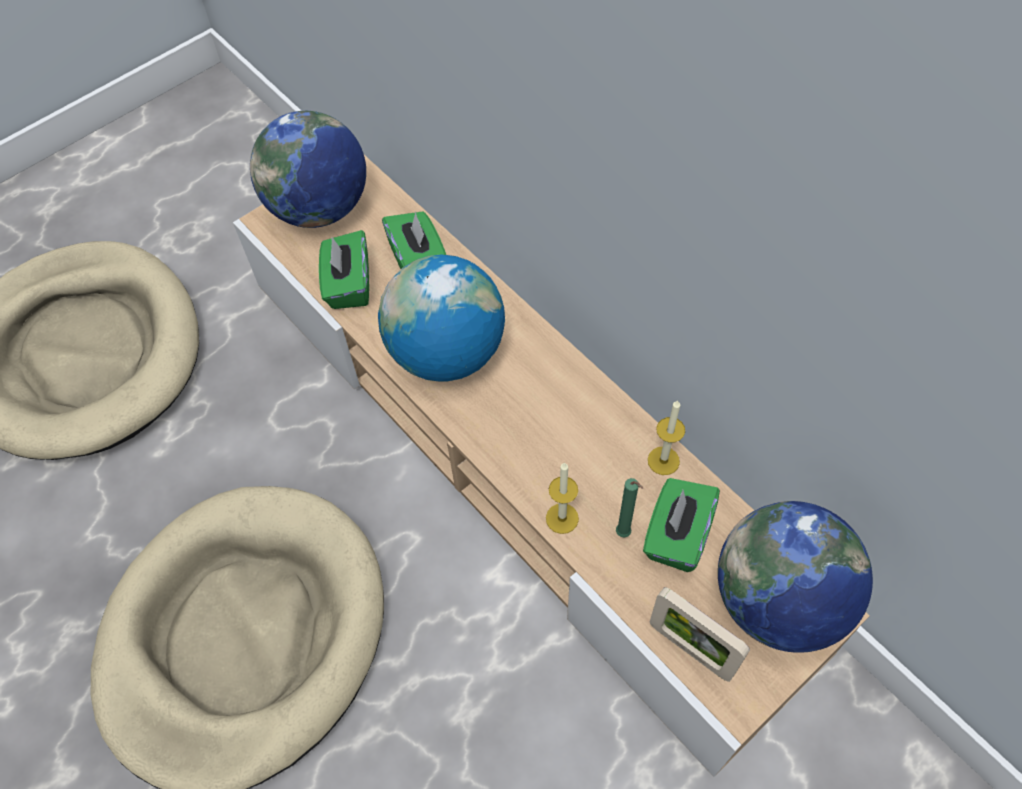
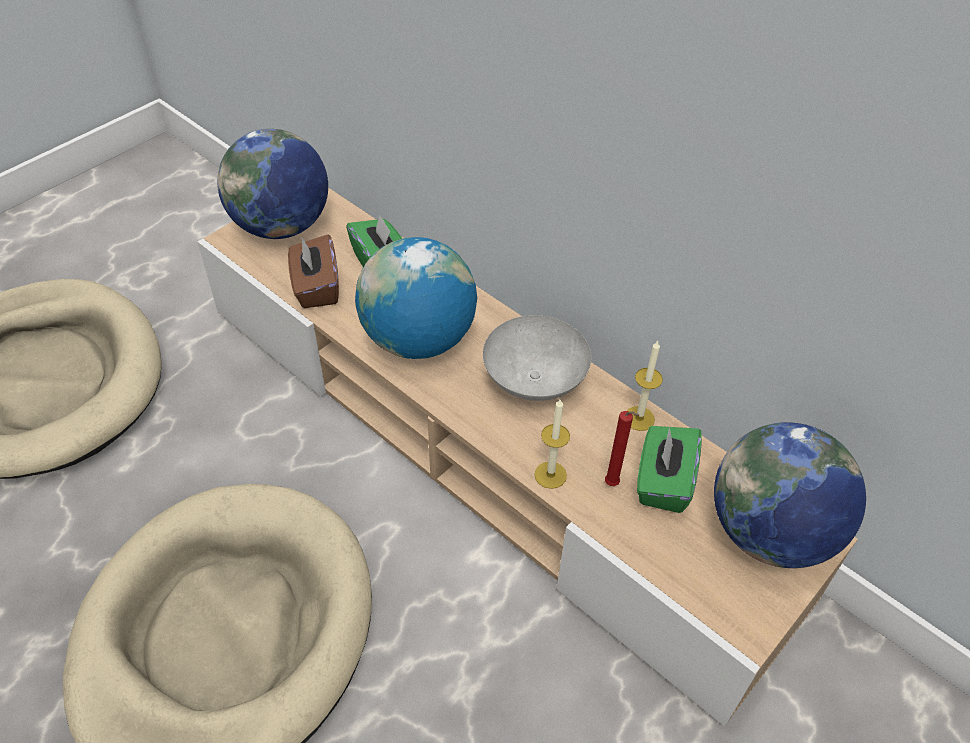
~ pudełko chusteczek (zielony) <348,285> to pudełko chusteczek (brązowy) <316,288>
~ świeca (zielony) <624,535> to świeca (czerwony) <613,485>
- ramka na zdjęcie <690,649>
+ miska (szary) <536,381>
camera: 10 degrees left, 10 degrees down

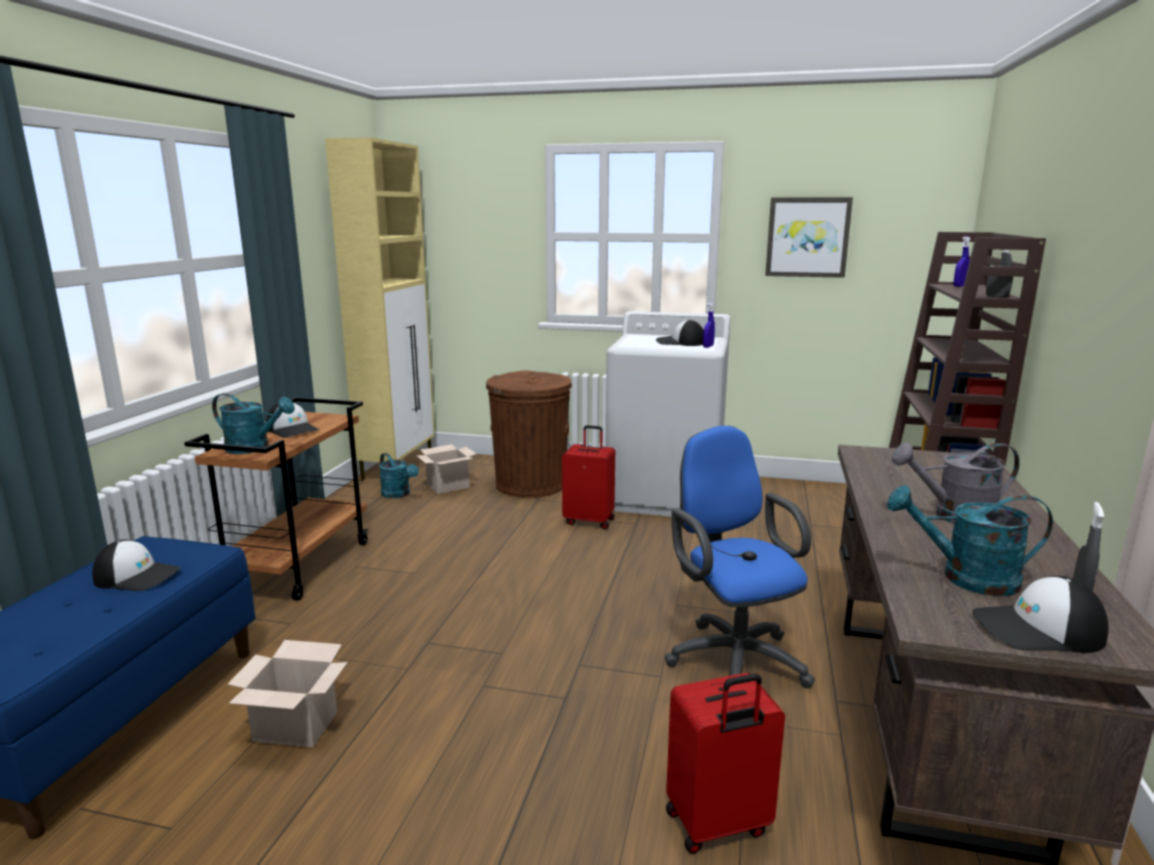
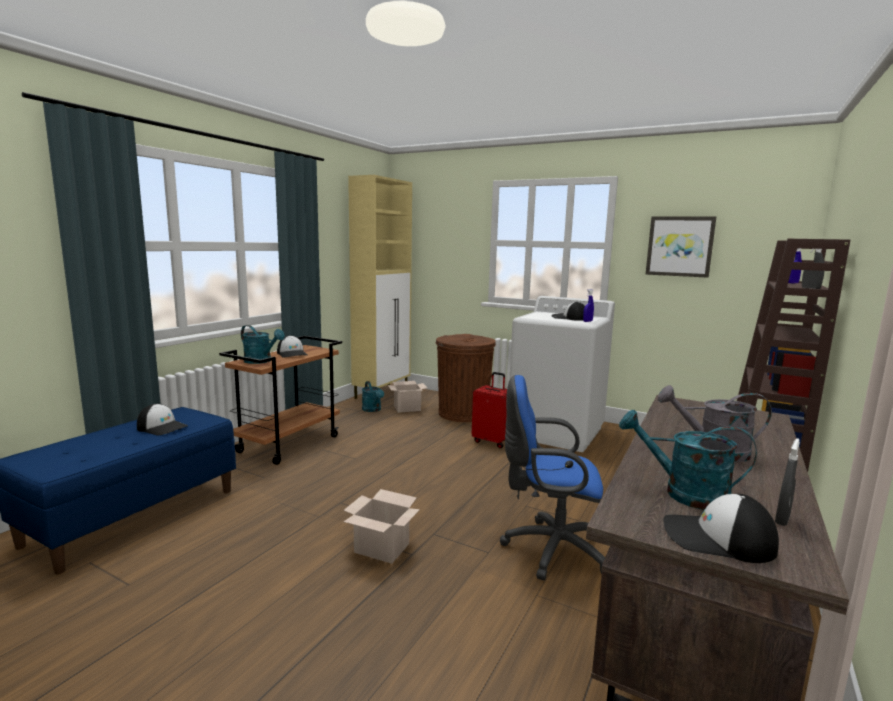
~ krzesło biurowe (niebieski) <732,658> = <549,549> 75 degrees counterclockwise
~ karton <293,727> to <380,548>
- walizka (czerwony) <718,825>
camera: 15 degrees right, 5 degrees down

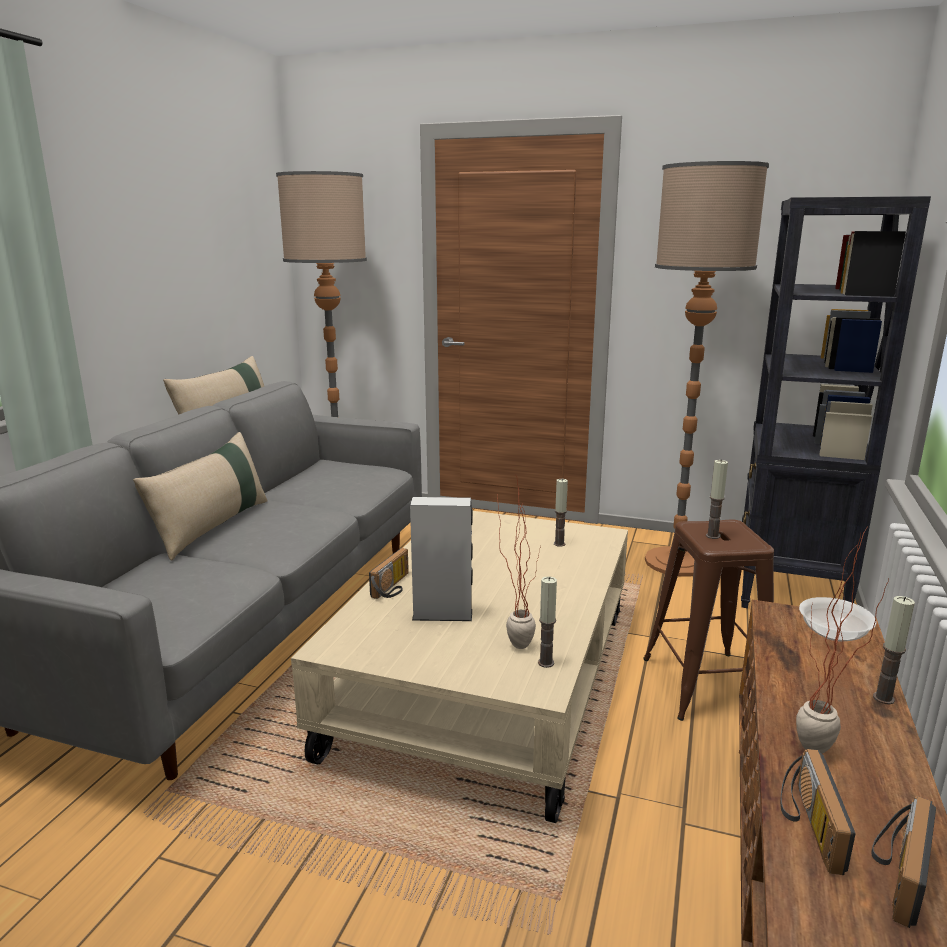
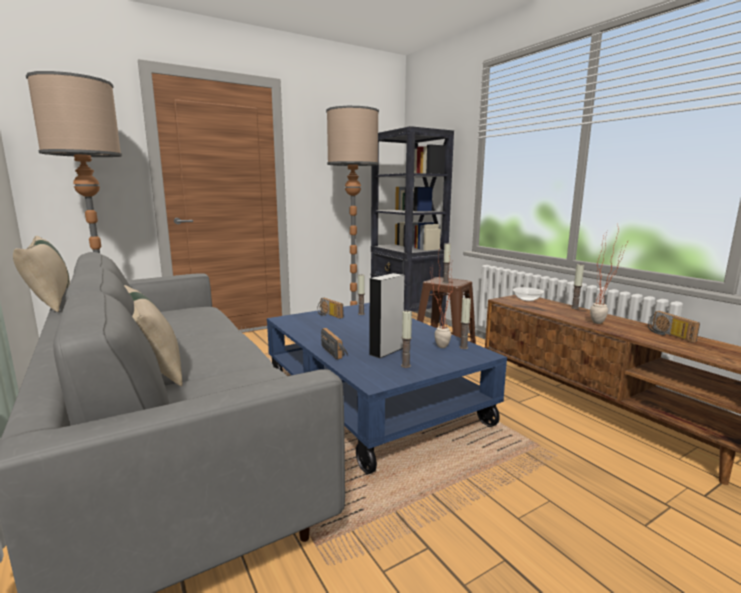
~ ława (beżowy) <486,680> to ława (niebieski) <370,399>
~ radio <806,824> to <328,315>
+ świeca <405,366>
camera: 50 degrees left, 5 degrees down

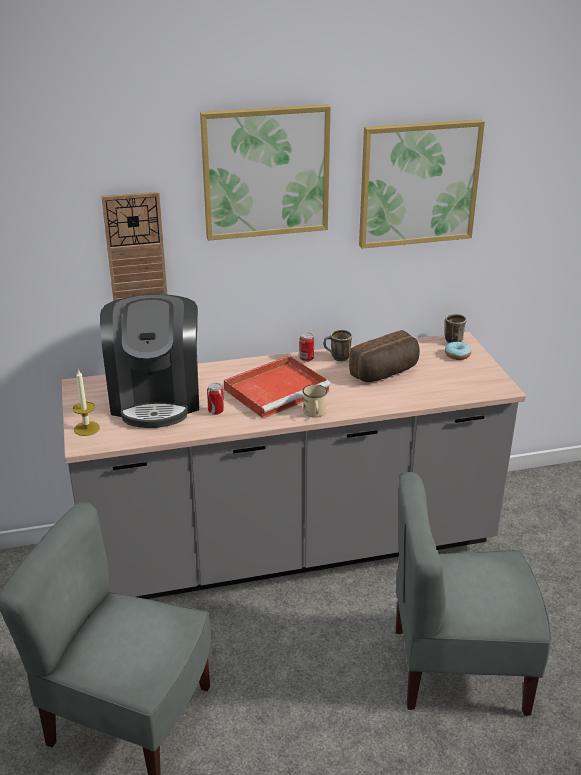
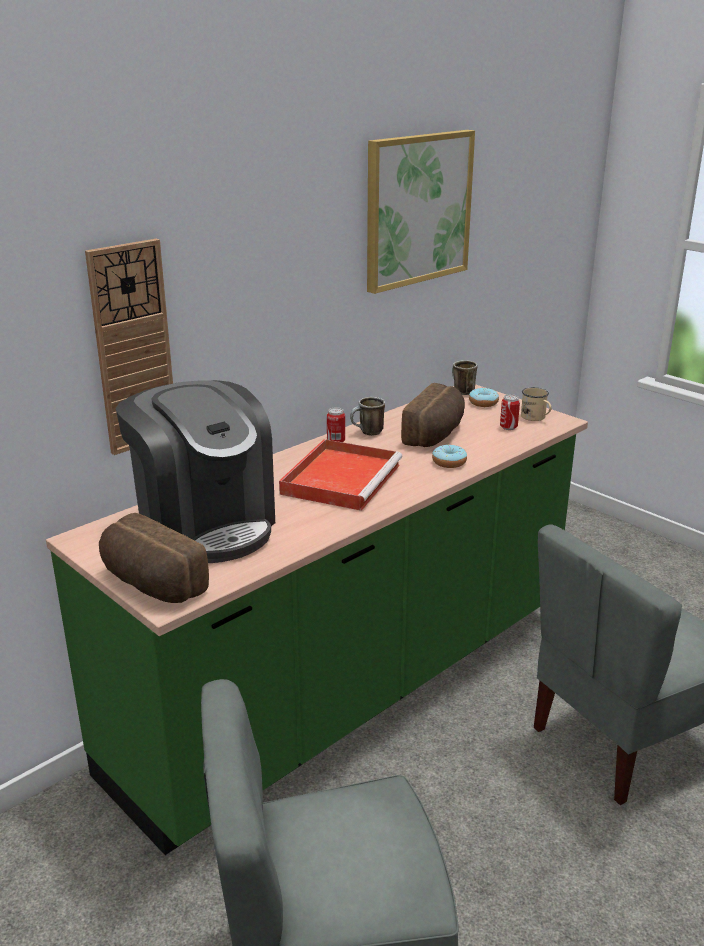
- obraz <265,172>
~ zabudowa kuchenna (szary) <290,550> to zabudowa kuchenna (zielony) <352,689>
~ świeca <86,428> to chleb <150,584>
~ puszka <216,411> to <508,427>
~ kubek (beżowy) <315,413> to <536,418>
+ donut <449,462>
camera: 30 degrees left, 5 degrees down

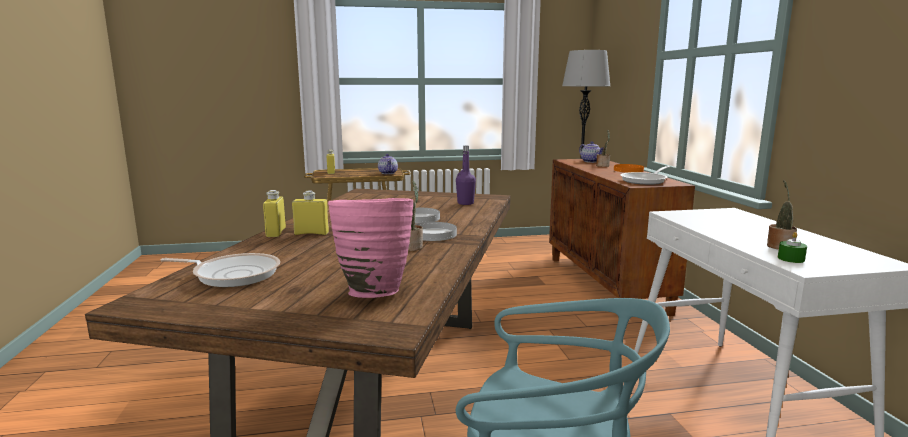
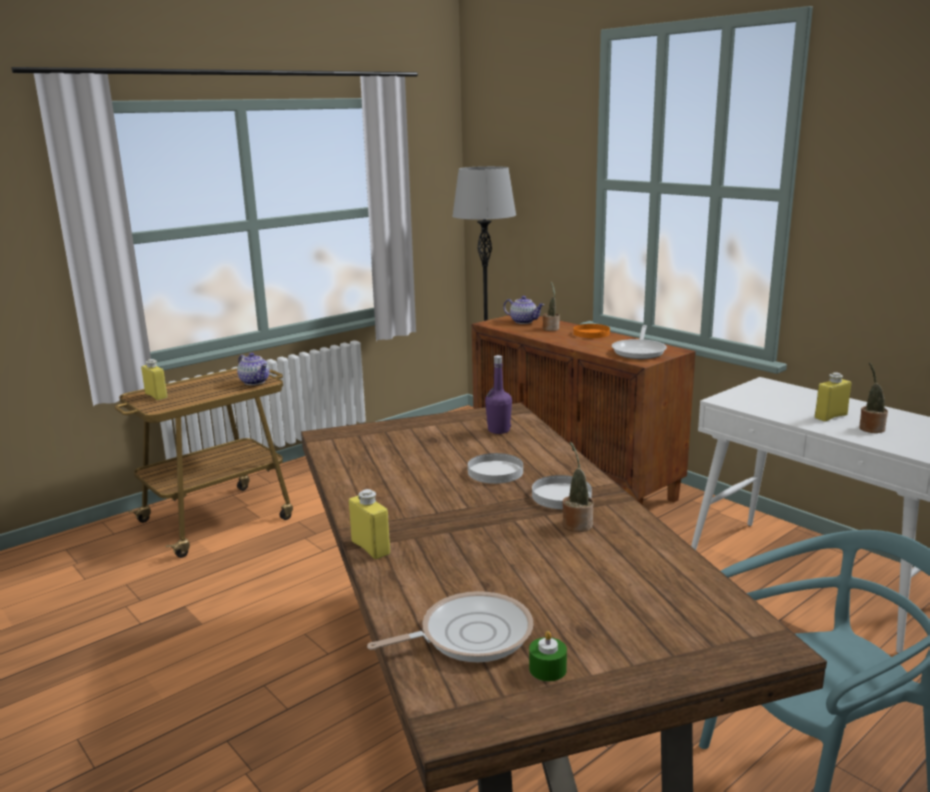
~ butelka (żółty) <311,233> to <830,416>
- wazon (różowy) <373,291>
~ świeca (zielony) <791,259> to <547,669>
camera: 30 degrees left, 5 degrees up

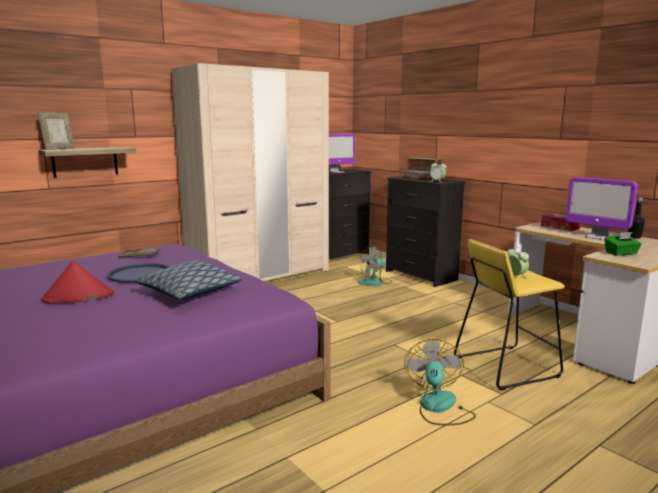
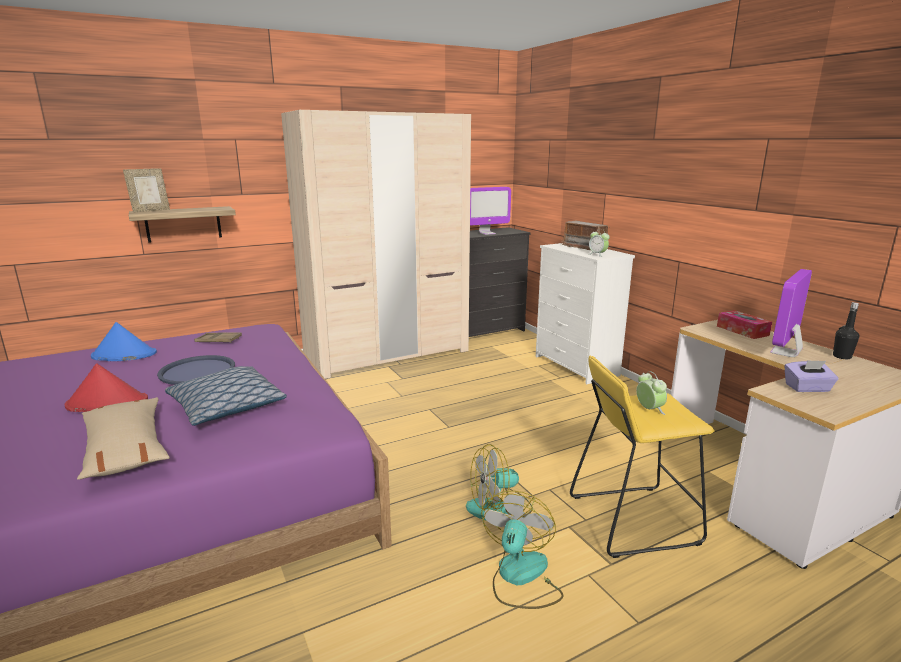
~ komoda (czarny) <421,276> to komoda (biały) <576,366>
~ monitor <596,237> = <785,352> 75 degrees clockwise
~ pudełko chusteczek (zielony) <621,253> to pudełko chusteczek (fioletowy) <807,388>
~ wentylator <375,282> to <499,509>
+ kapelusz (niebieski) <123,355>
+ poduszka (beżowy) <125,449>
camera: 10 degrees right, 5 degrees up

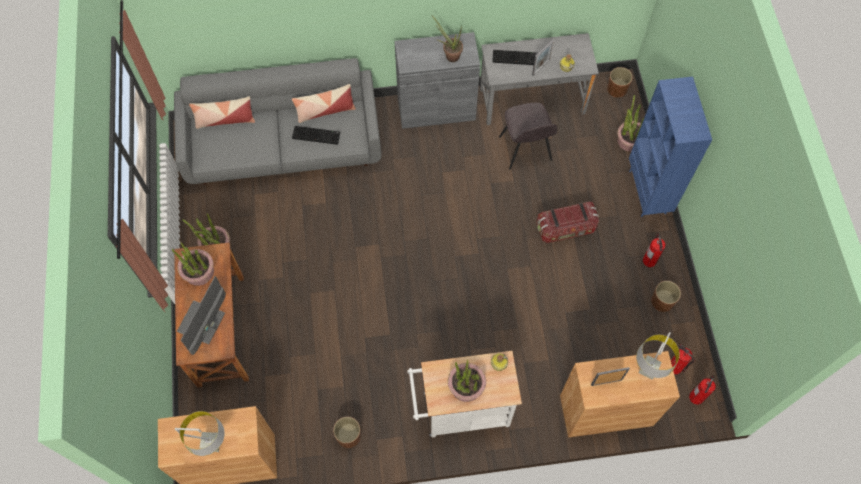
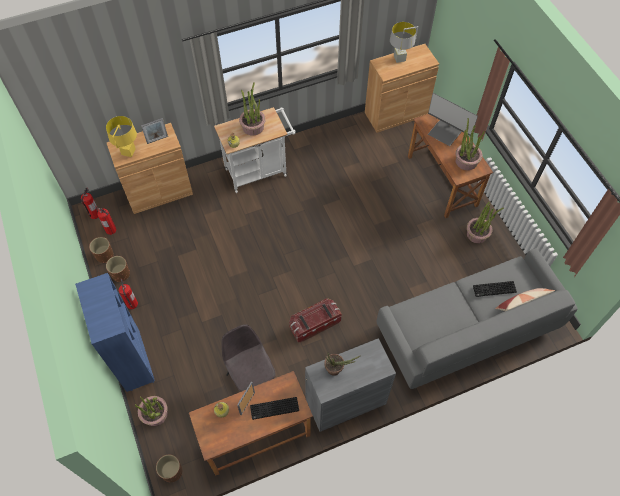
~ biurko (szary) <532,100> to biurko (brązowy) <256,435>
- poduszka <325,110>
~ klawiatura <317,135> to <494,290>
~ pojemnik do przechowywania <566,228> to <314,324>
~ monitor <202,323> = <445,132> 120 degrees clockwise
~ lampa stołowa (szary) <648,370> to lampa stołowa (żółty) <128,152>
~ donica (brązowy) <348,436> to <104,255>
camera: 165 degrees right, 5 degrees down

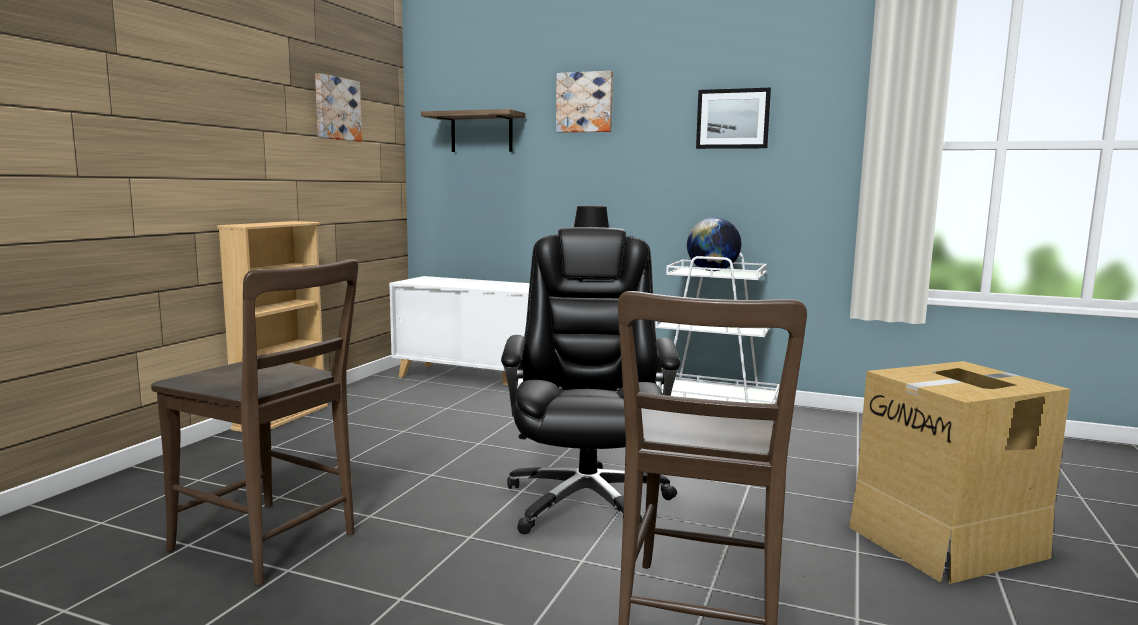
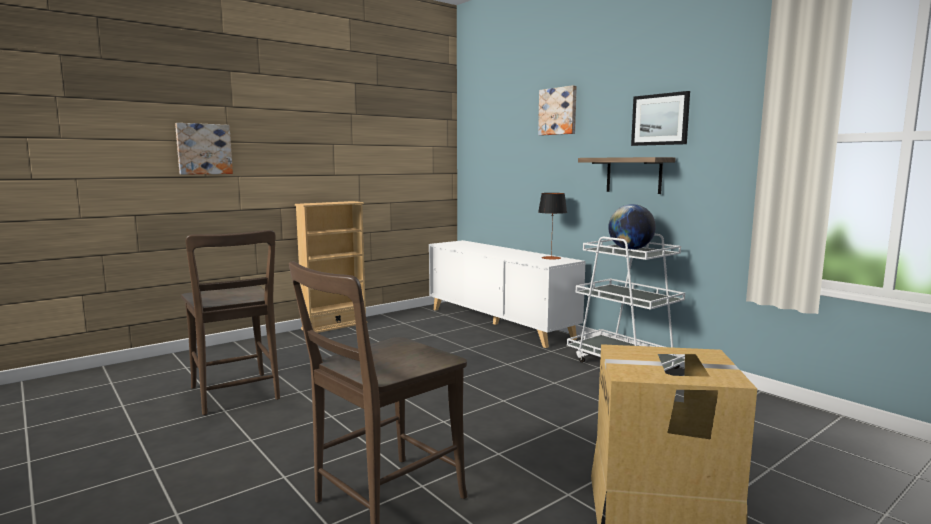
~ obraz <336,109> to <204,149>
~ półka <481,132> to <633,175>
- krzesło biurowe (czarny) <587,501>
camera: 30 degrees right, 0 degrees up

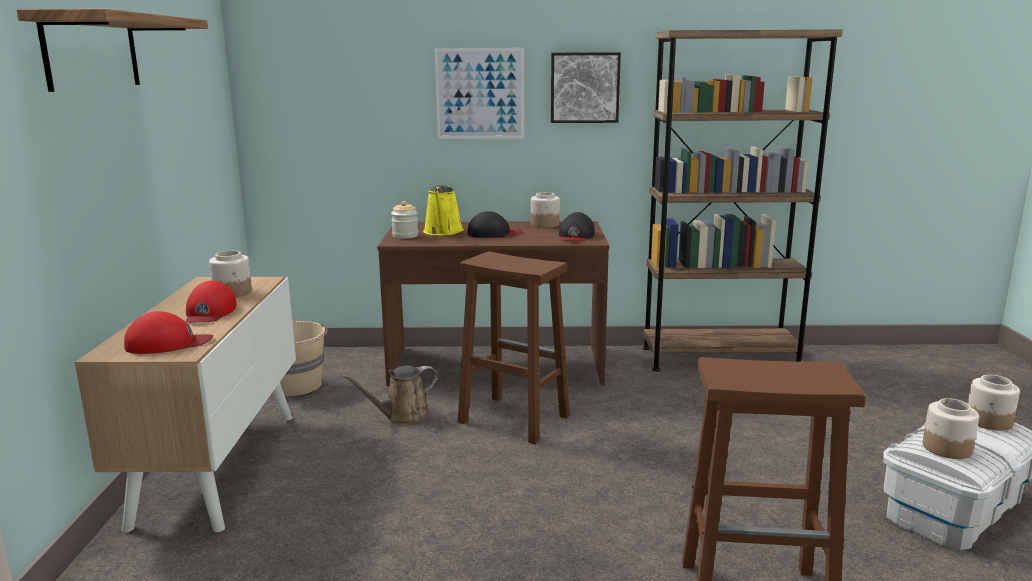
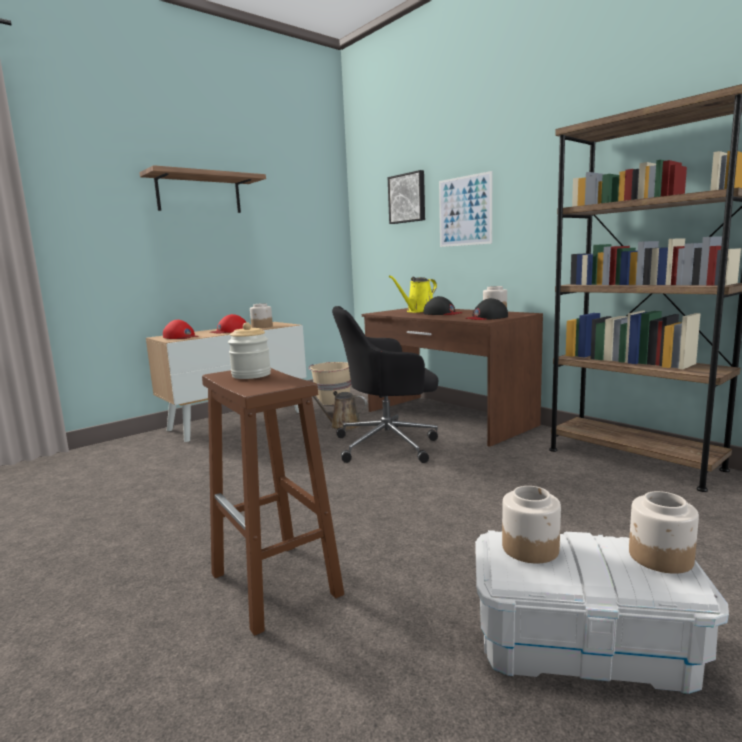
~ obraz <584,87> to <407,198>
~ słoik <405,236> to <251,375>
~ stołek (brązowy) <512,419> to krzesło biurowe (czarny) <389,444>
camera: 50 degrees right, 5 degrees down

